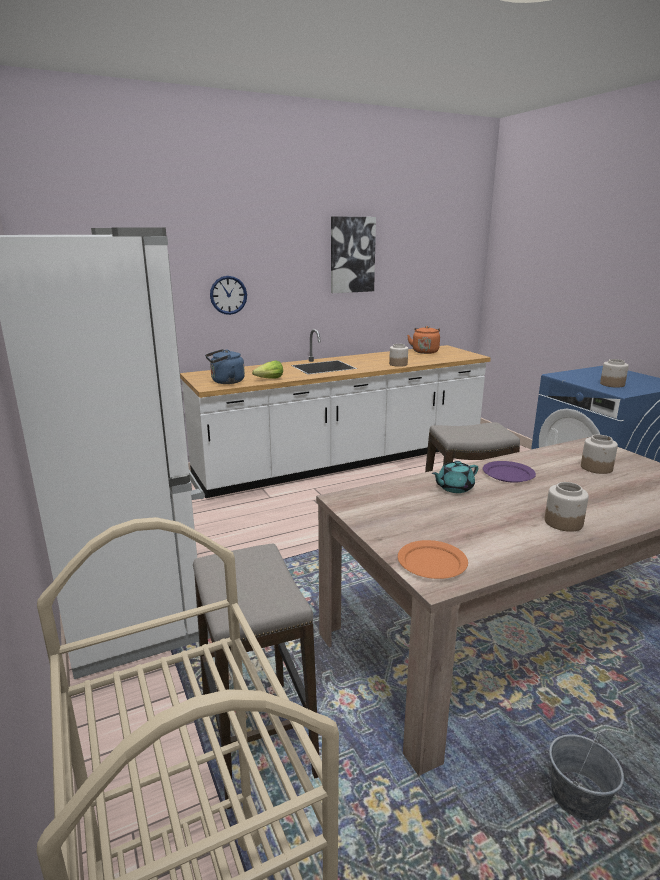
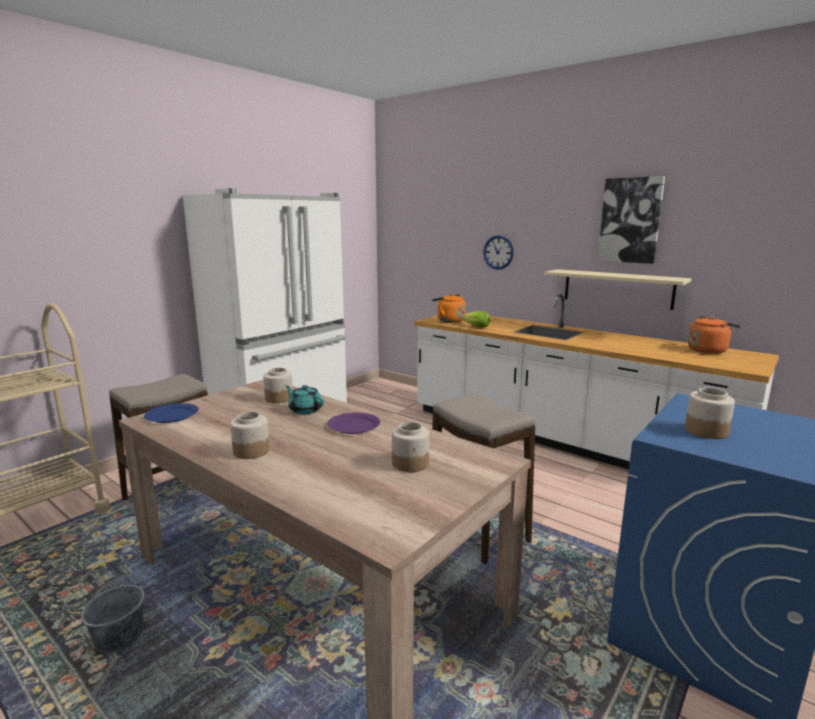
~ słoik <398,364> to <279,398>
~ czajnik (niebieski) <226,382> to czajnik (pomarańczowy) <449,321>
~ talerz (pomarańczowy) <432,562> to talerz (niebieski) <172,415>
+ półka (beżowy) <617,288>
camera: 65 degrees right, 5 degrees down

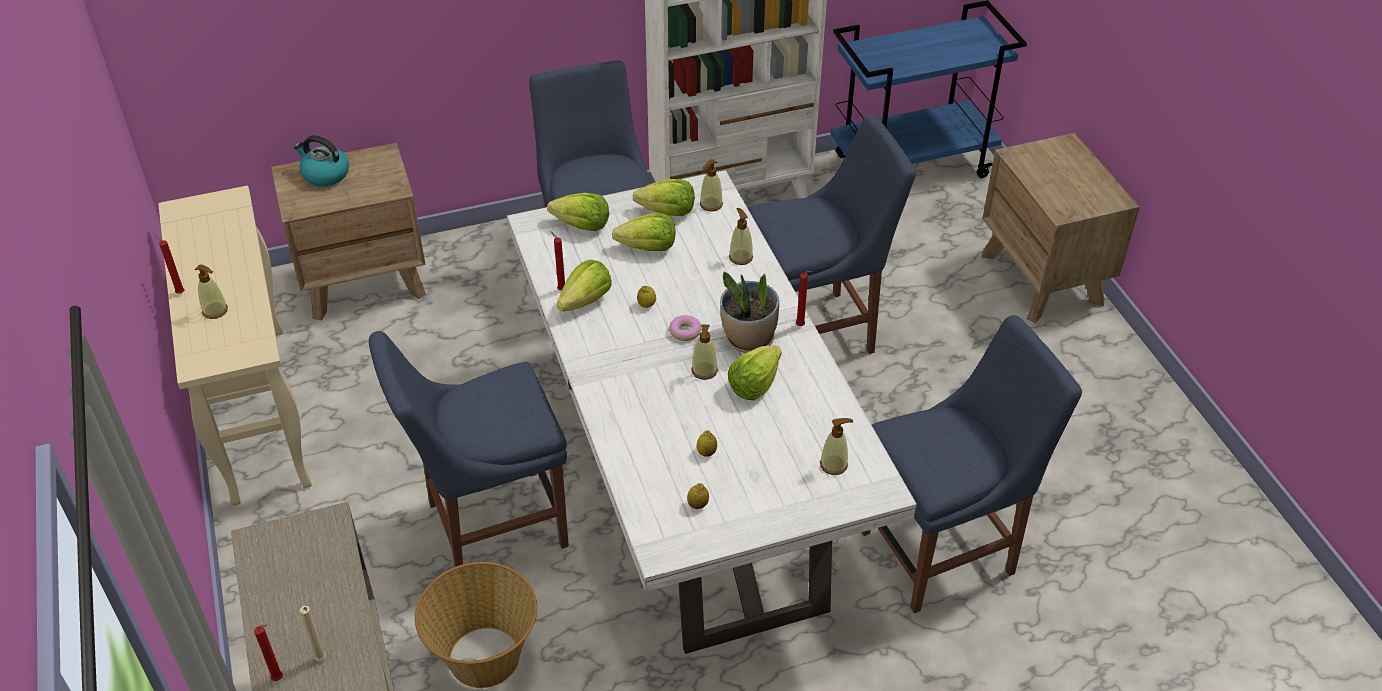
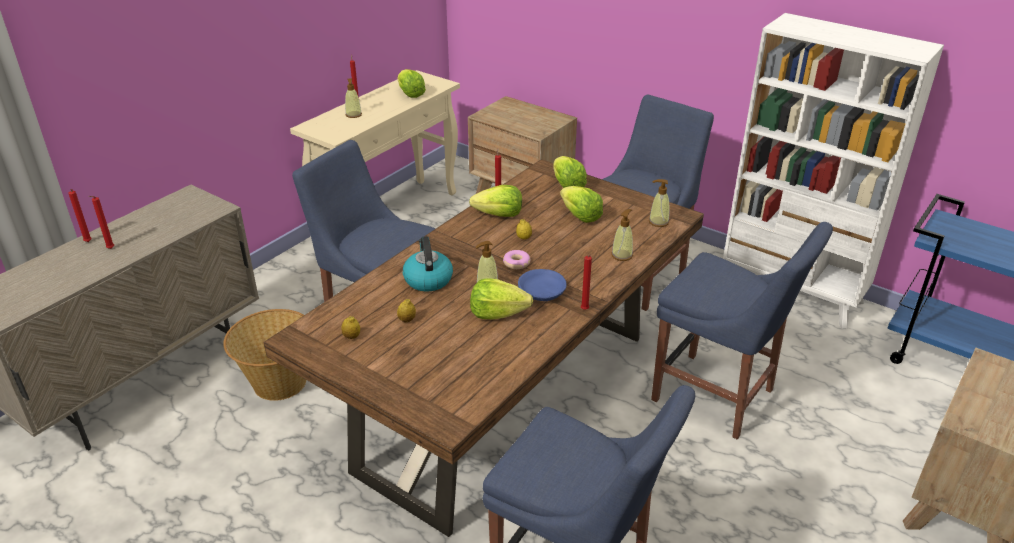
~ czajnik <325,174> to <427,279>
~ stół jadalny (biały) <689,477> to stół jadalny (brązowy) <507,400>
~ sałata <667,212> to <410,94>
~ roślina doniczkowa <749,339> to miska (niebieski) <541,292>
- dozownik mydła <834,465>
~ świeca (beżowy) <321,660> to świeca (czerwony) <109,249>
camera: 55 degrees right, 10 degrees down

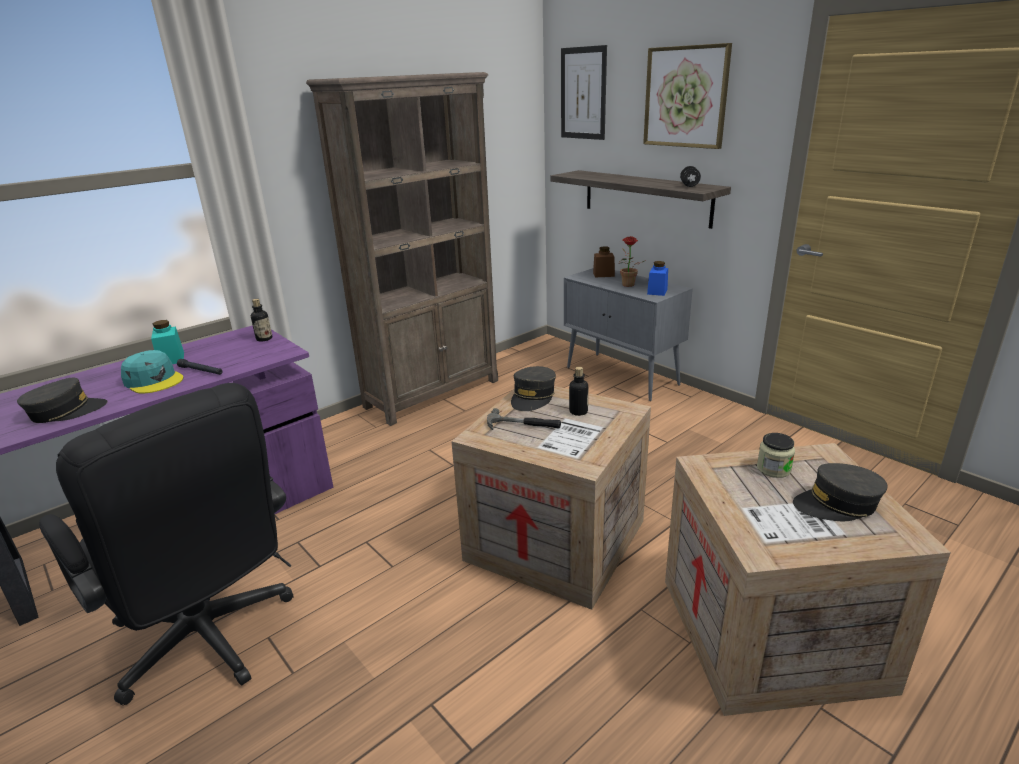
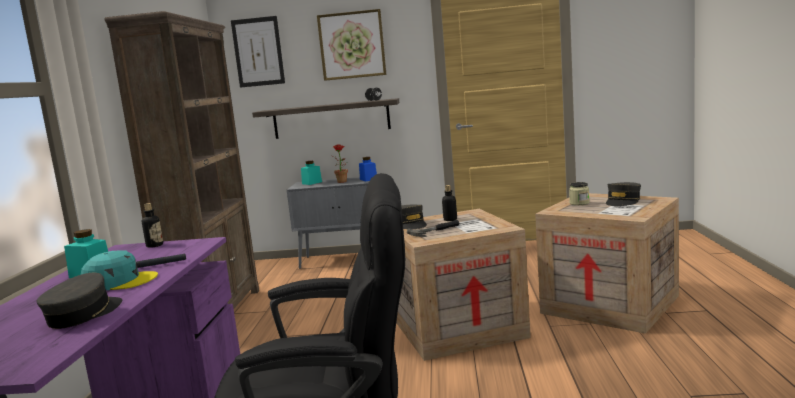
~ słoik (brązowy) <603,274> to słoik (turkusowy) <312,183>
camera: 45 degrees left, 15 degrees down

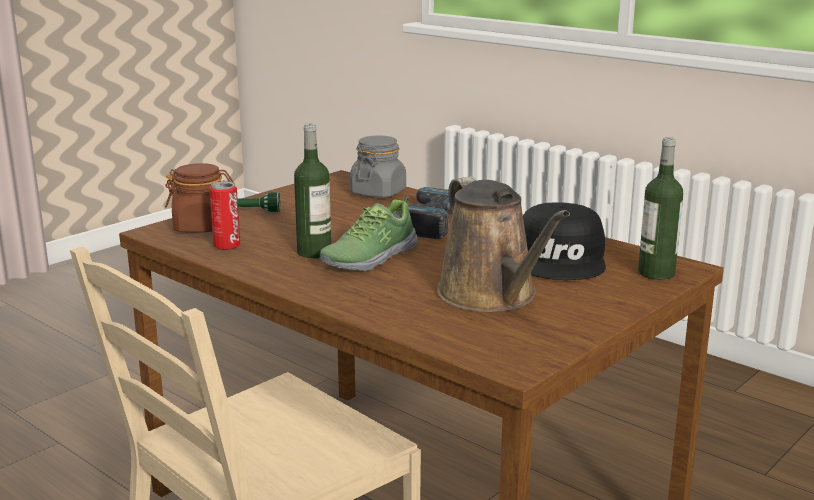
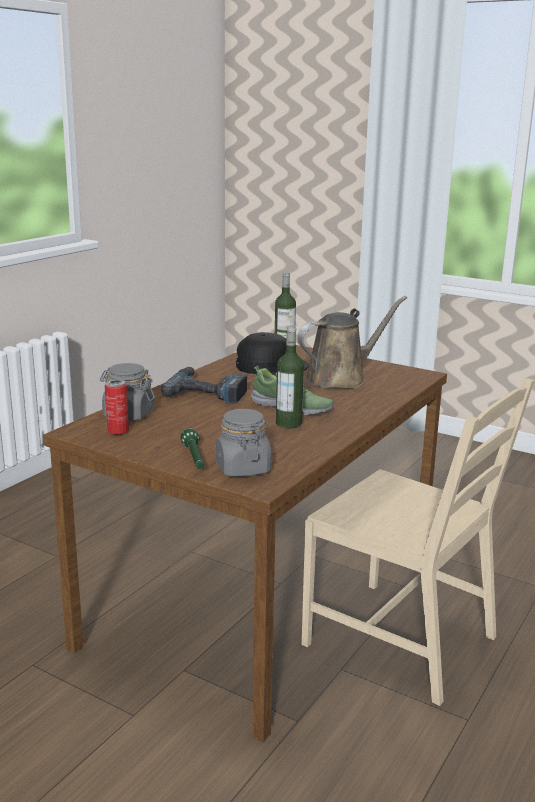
~ słoik (brązowy) <202,227> to słoik (szary) <243,468>
~ puszka <227,246> to <118,431>
camera: 100 degrees left, 0 degrees up

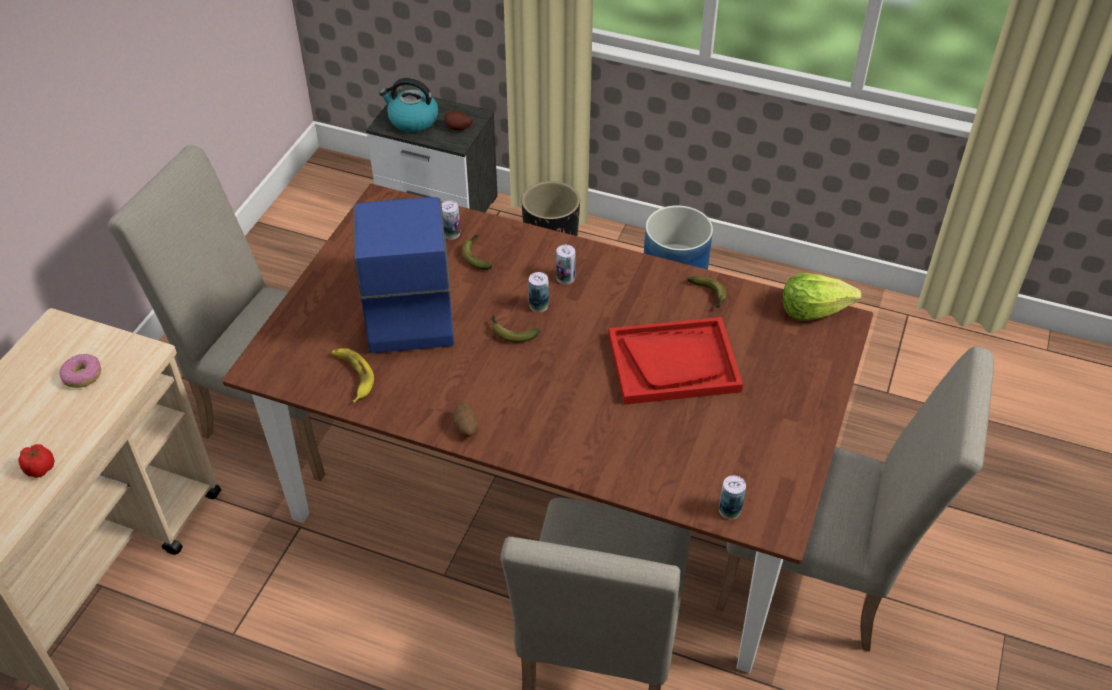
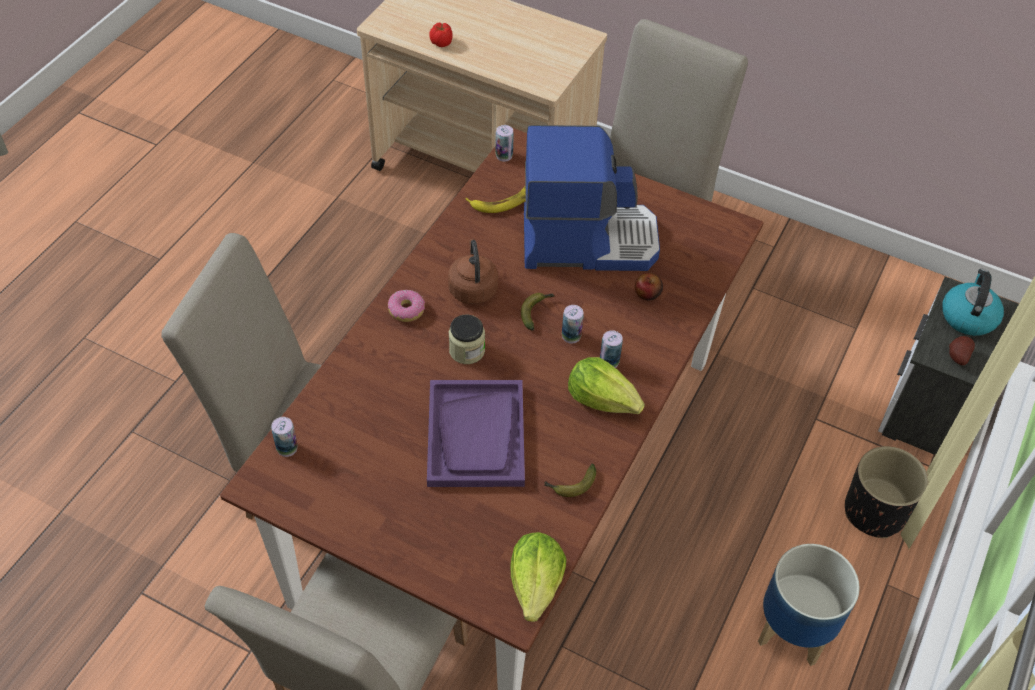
~ puszka <451,233> to <504,155>
~ banan <476,256> to jabłko <647,294>
~ taca (czerwony) <674,363> to taca (fioletowy) <476,435>
~ donut <82,375> to <407,310>
- ziemniak <465,427>
+ czajnik (brązowy) <472,288>
+ słoik <467,350>
+ sałata <603,399>
camera: 95 degrees right, 5 degrees up

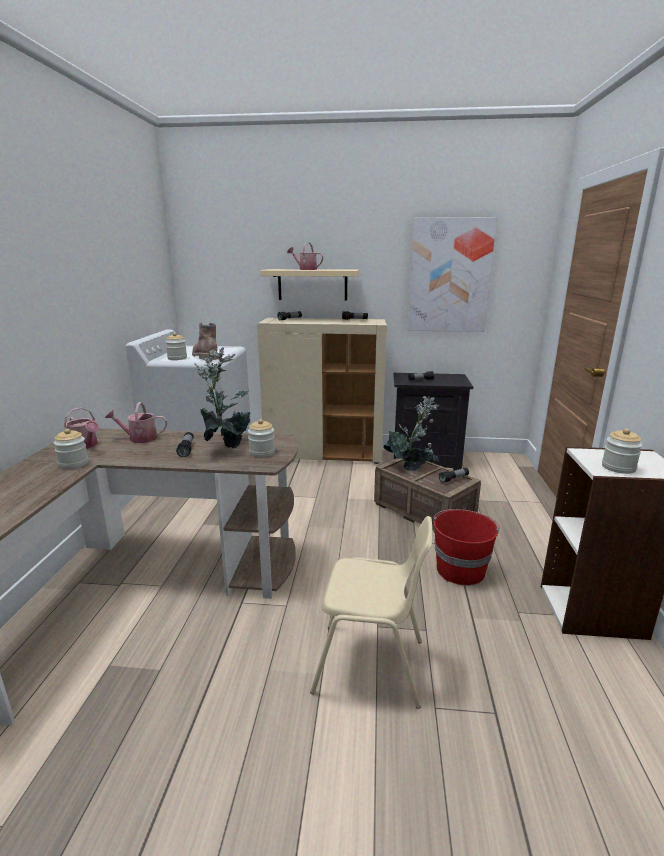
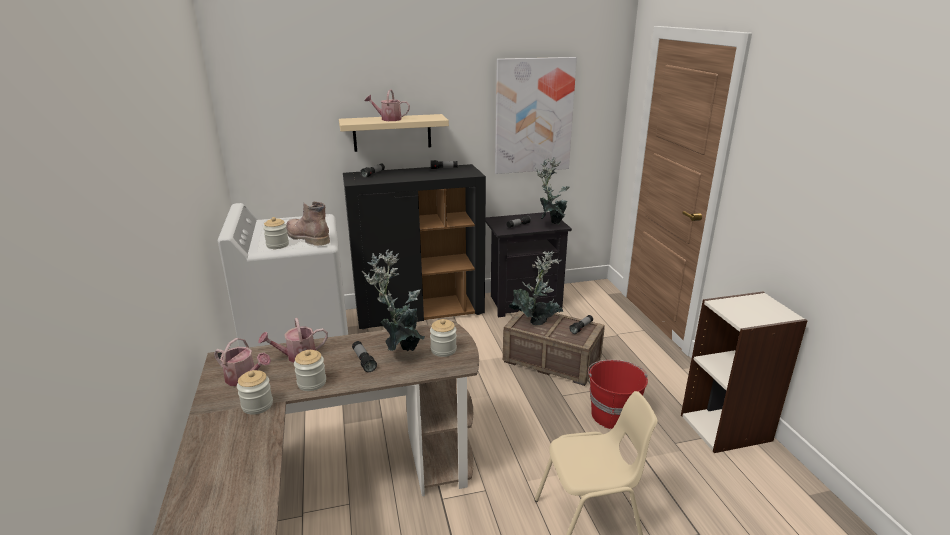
~ szafka (beżowy) <325,454> to szafka (czarny) <420,312>
~ słoik <618,467> to <312,383>
+ roślina doniczkowa <551,222>
camera: 20 degrees left, 5 degrees up

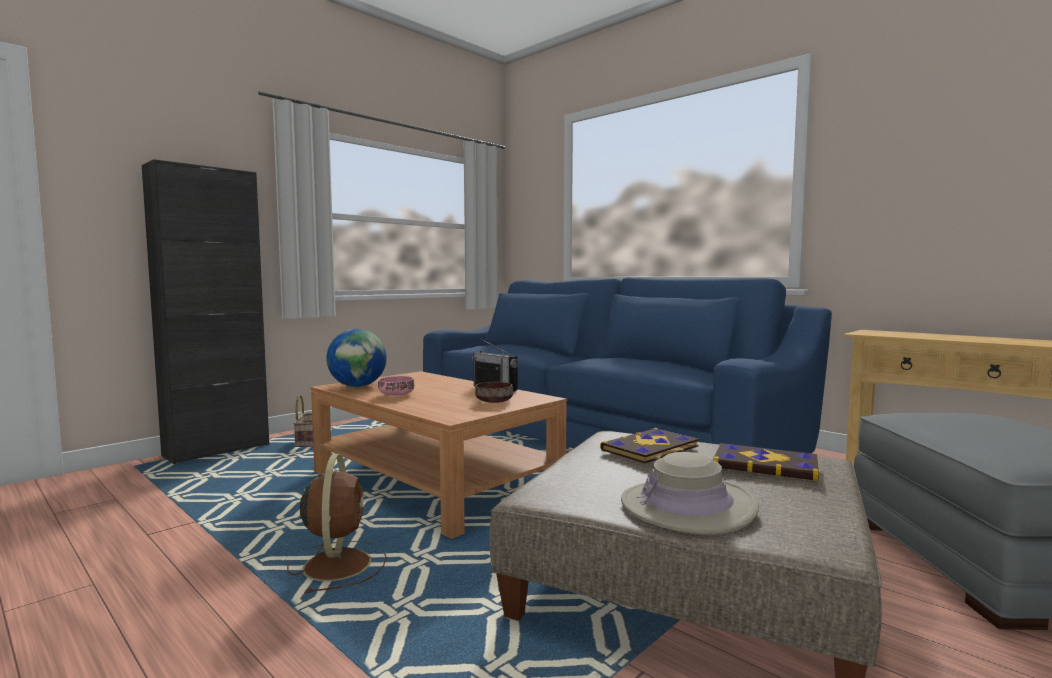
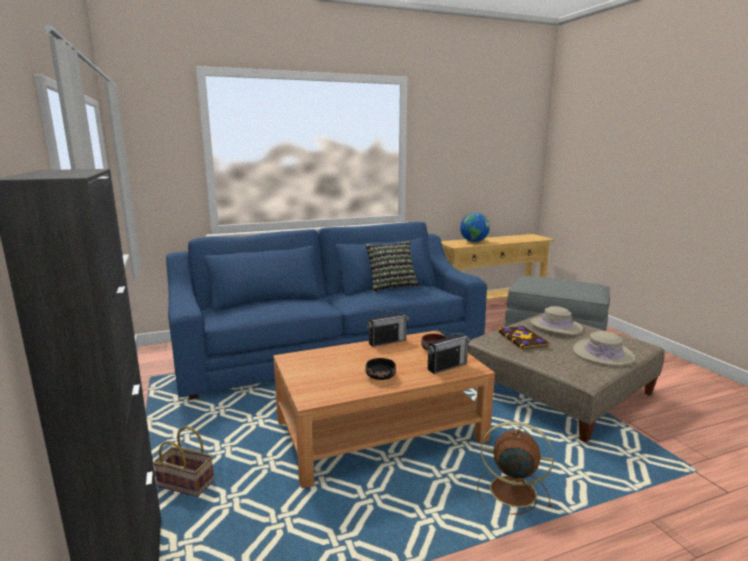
~ globus <358,386> to <474,241>
~ miska (różowy) <396,395> to miska (czarny) <381,377>
~ książka <765,464> to kapelusz (beżowy) <555,326>
+ poduszka <391,286>
+ radio <447,367>
camera: 65 degrees left, 10 degrees up

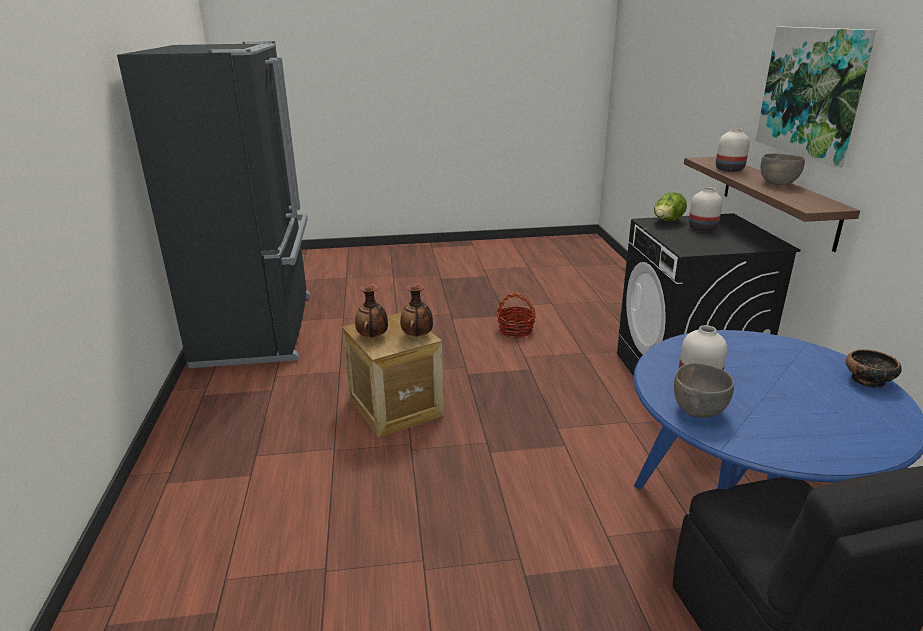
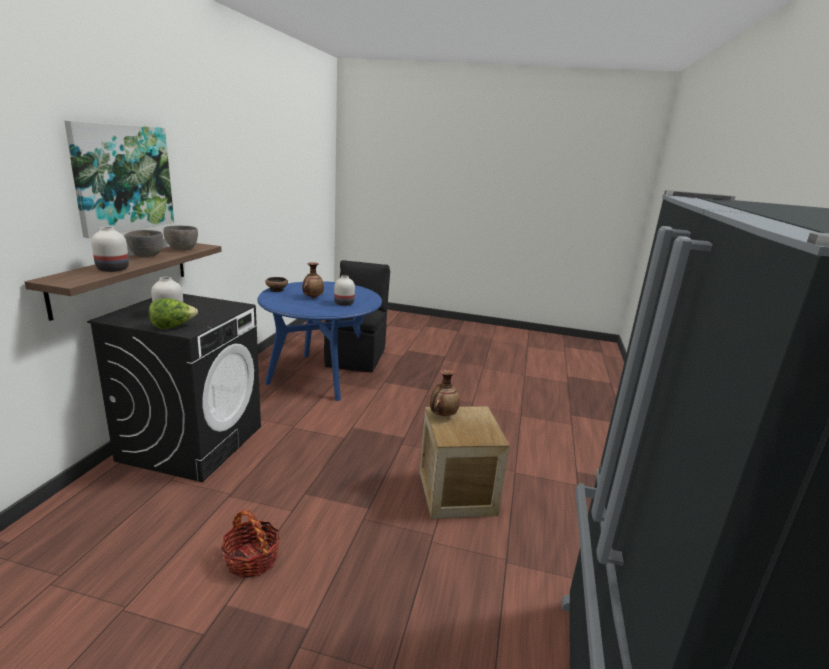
~ wazon <373,337> to <313,297>
~ miska (szary) <698,410> to <182,249>
camera: 160 degrees left, 5 degrees down

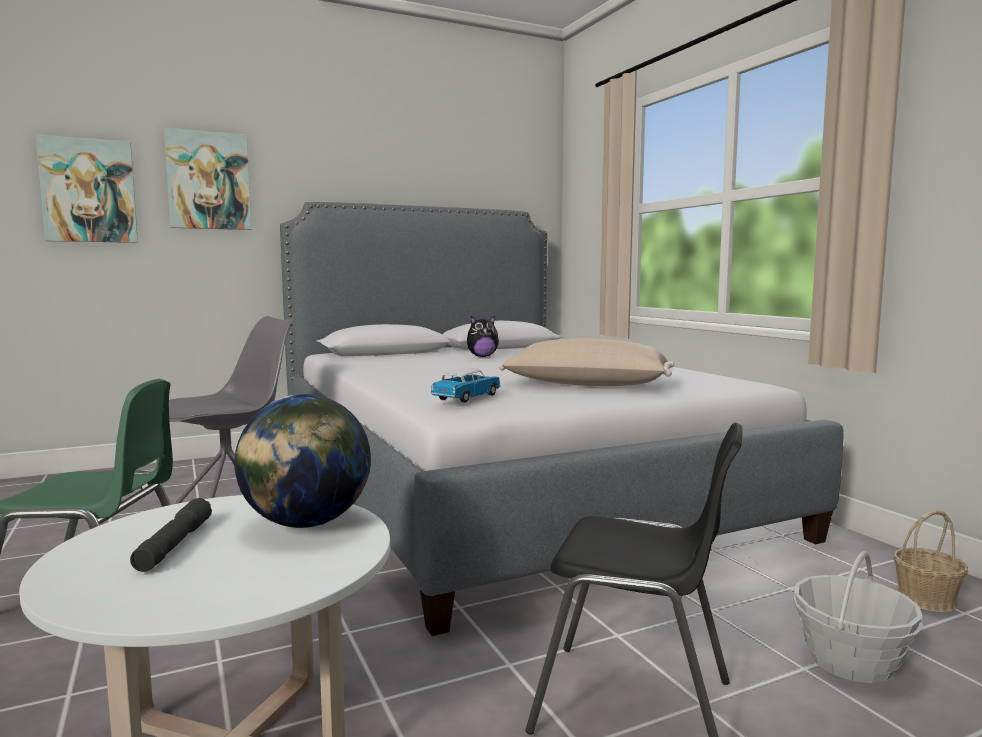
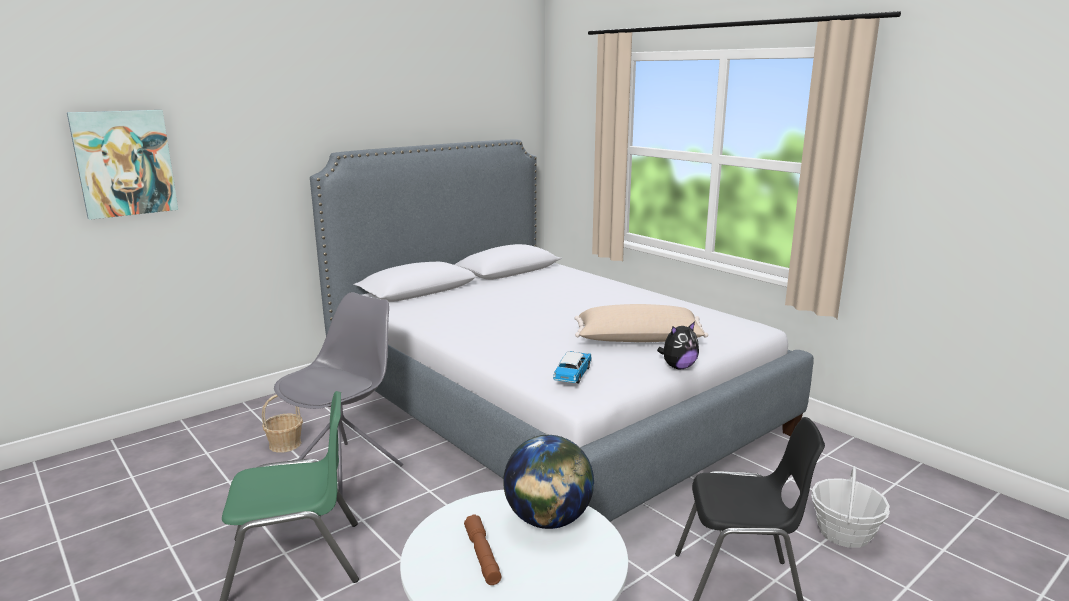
- obraz <208,181>
~ pluszak <482,356> to <678,367>
~ latarka (szary) <174,545> to latarka (brązowy) <482,556>
~ koszyk <926,599> to <285,444>
camera: 15 degrees left, 10 degrees up

